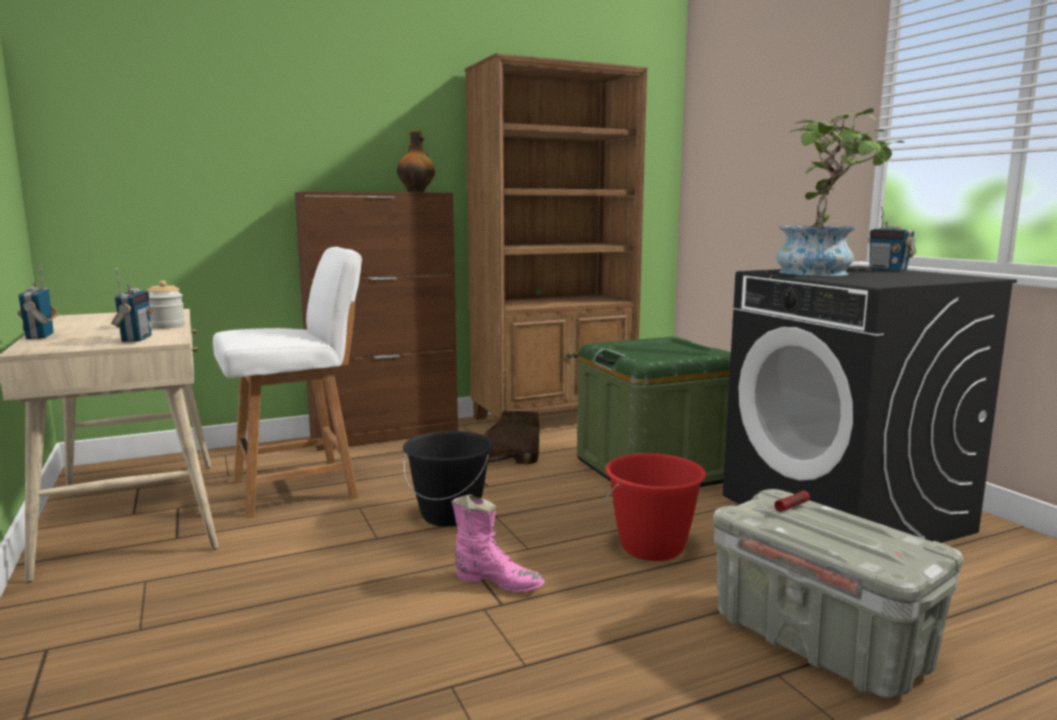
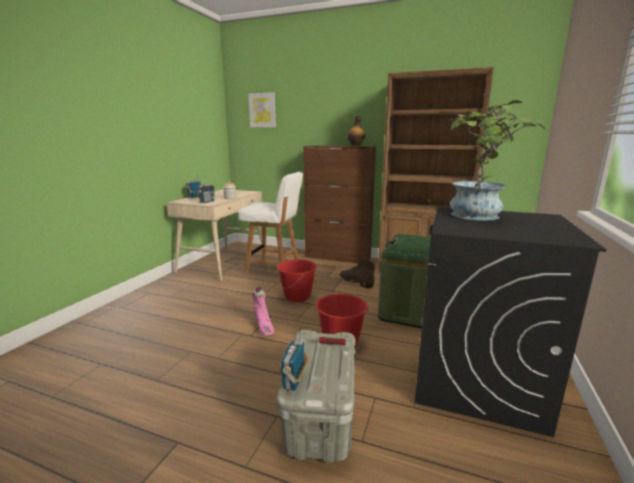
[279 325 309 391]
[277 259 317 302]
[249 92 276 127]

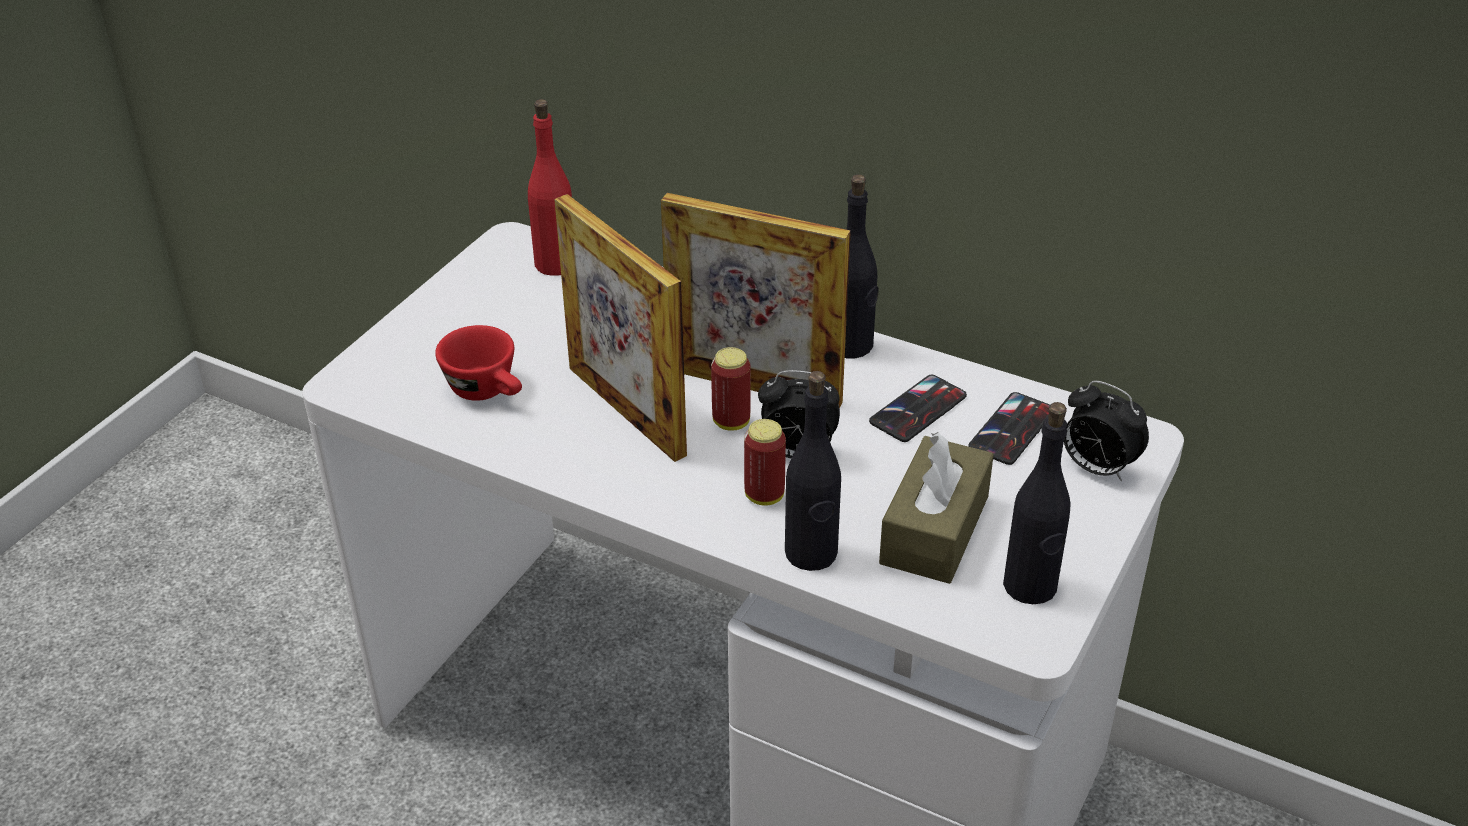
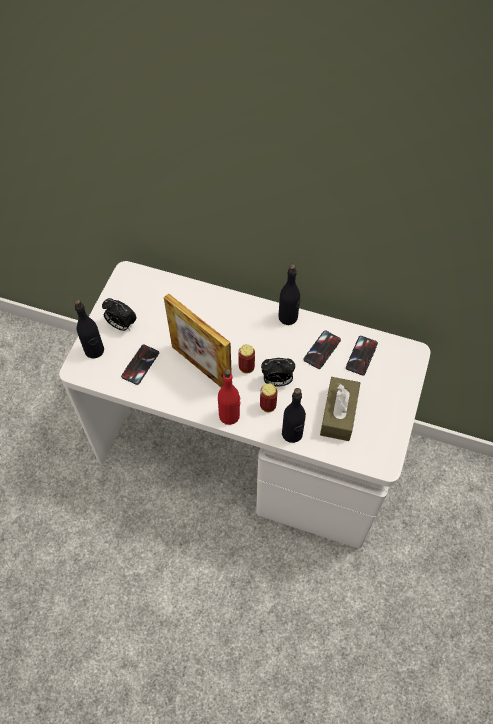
[218 369 240 425]
[661 193 851 408] (first image)
[121 345 159 385]
[102 298 137 331]
[74 299 104 358]

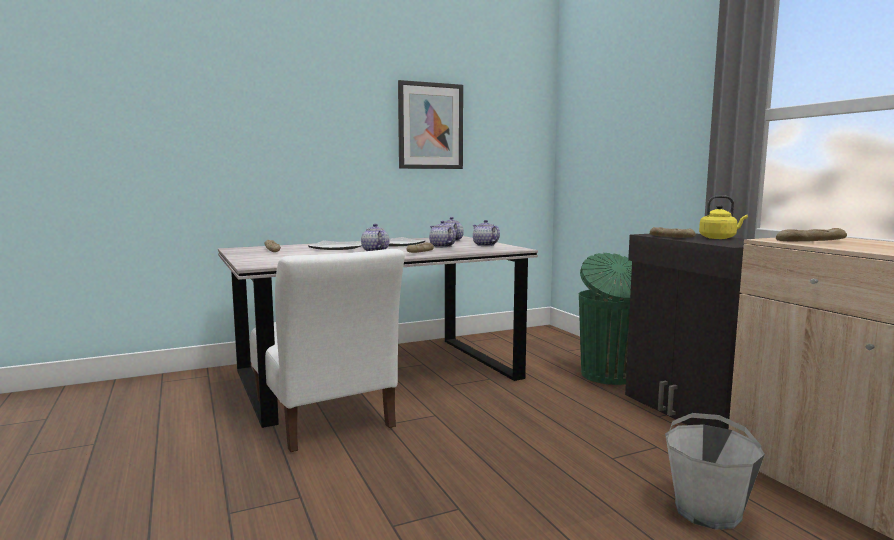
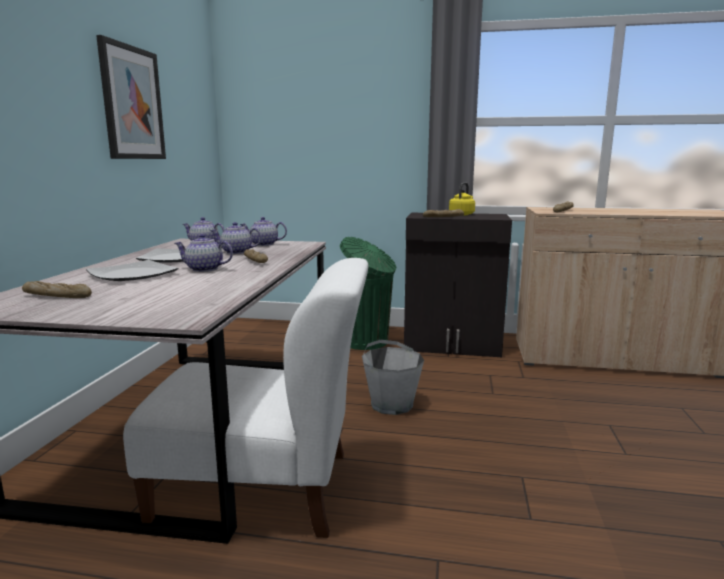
[362 340 424 415]

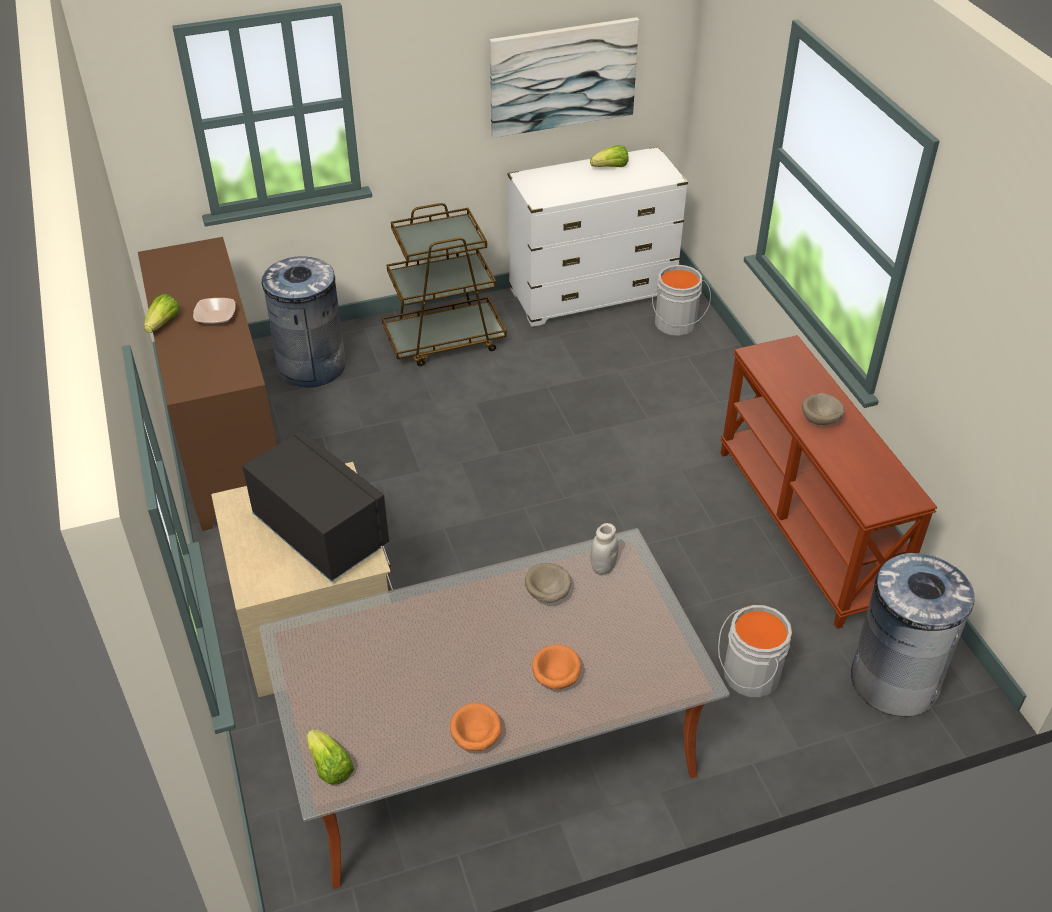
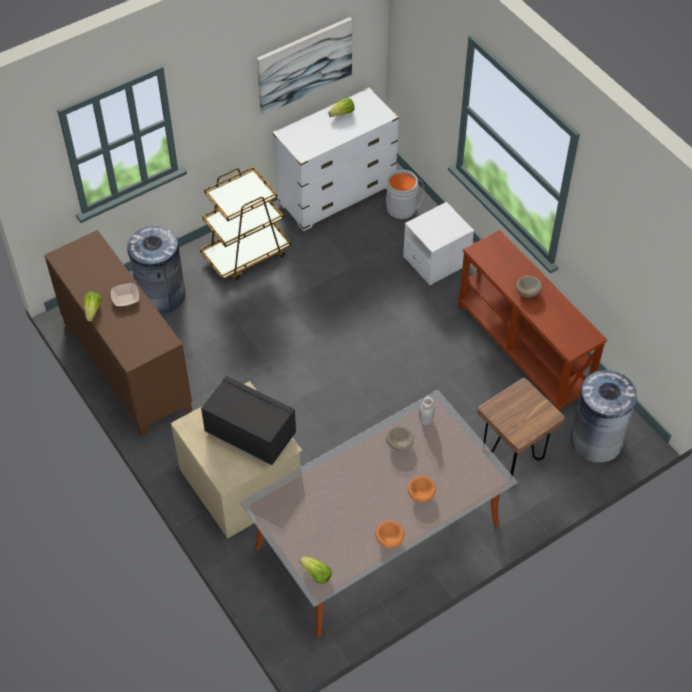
[477 378 565 476]
[403 202 474 286]

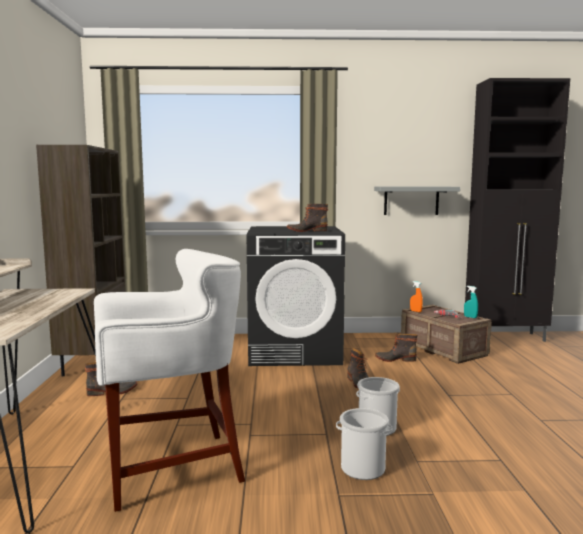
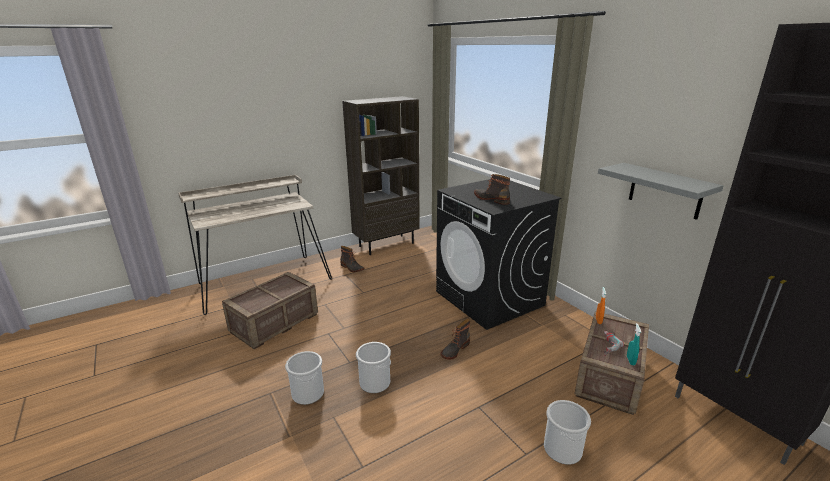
[222 272 318 349]
[375 334 417 362] (first image)
[544 400 591 465]

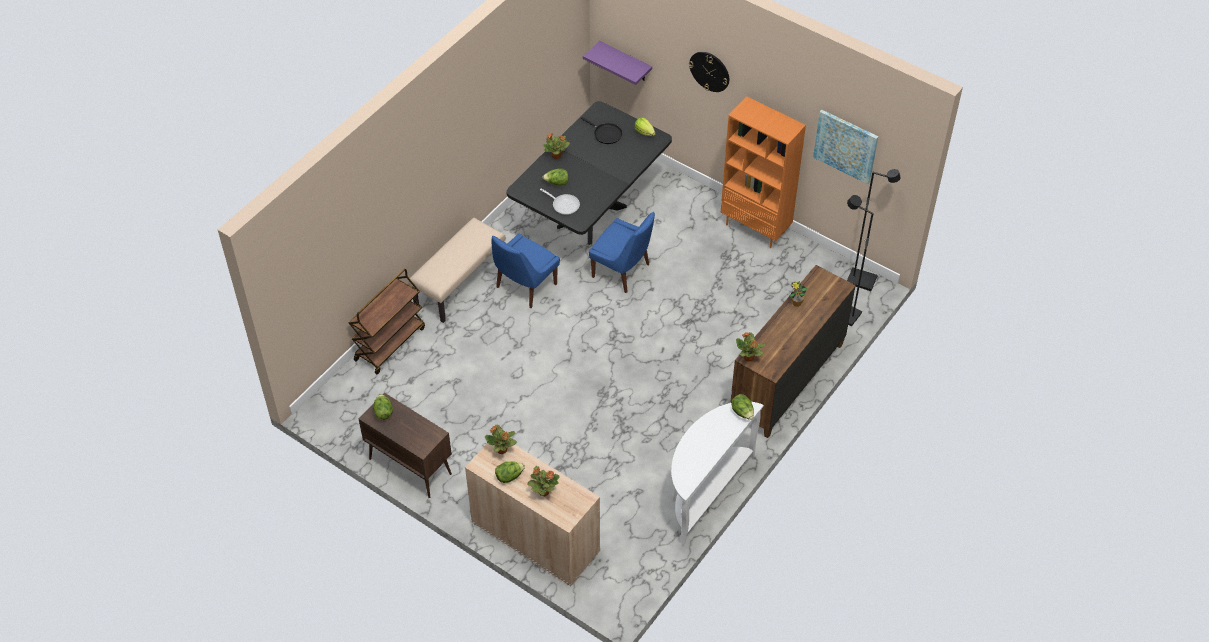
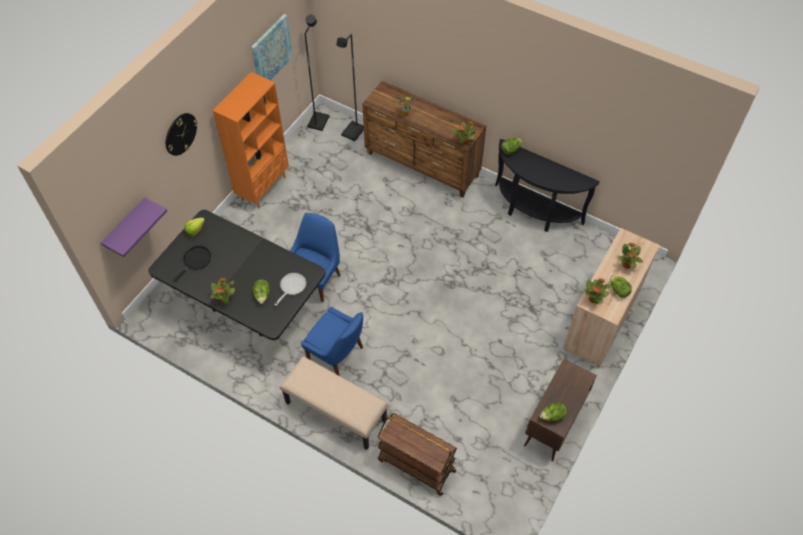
[495 139 600 232]

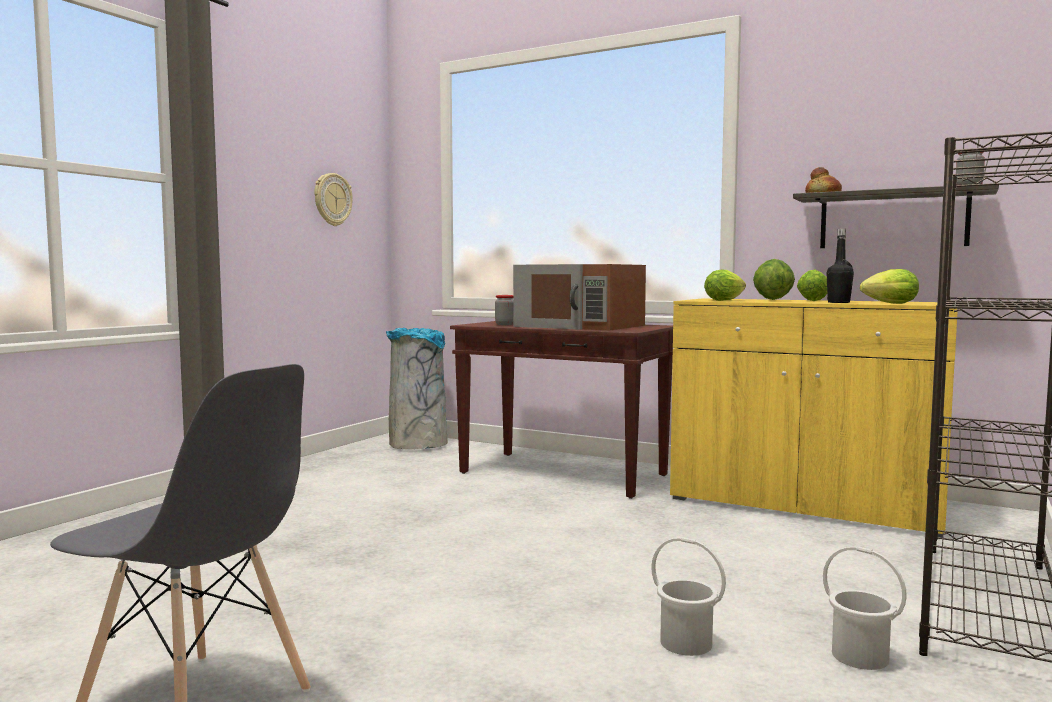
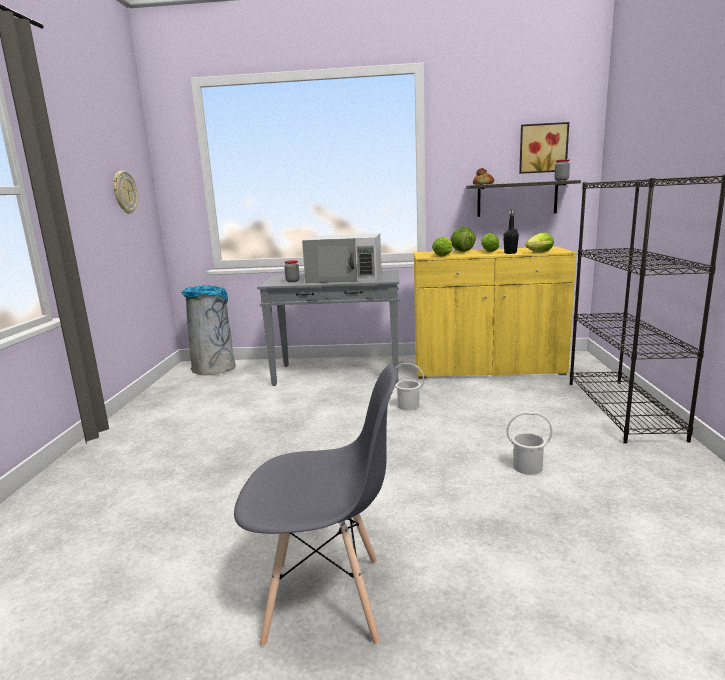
[302 233 382 283]
[257 270 399 386]
[395 363 424 411]
[519 122 569 174]

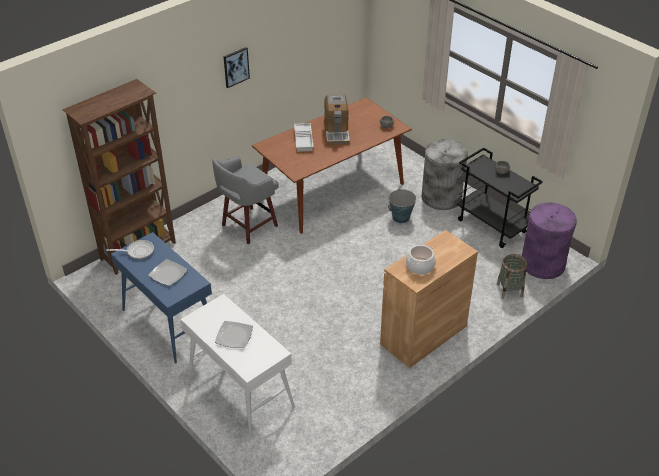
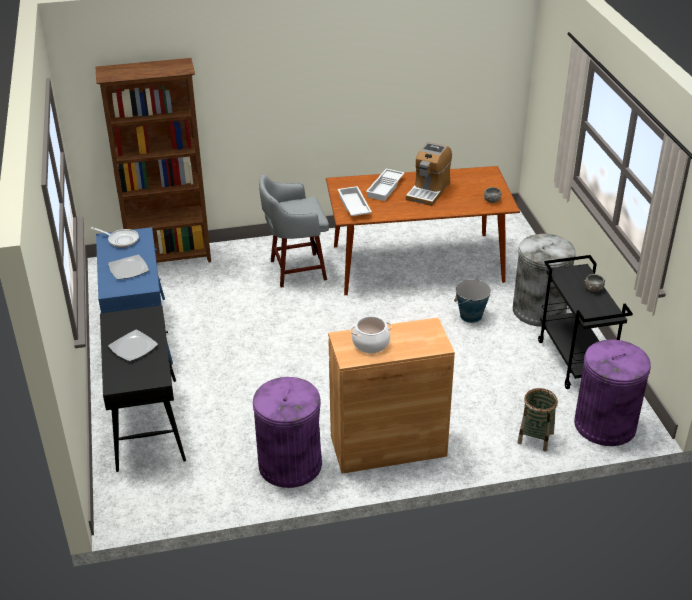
[223 47 250 88] (first image)
[100 305 186 472]
[338 186 372 216]
[253 377 322 488]

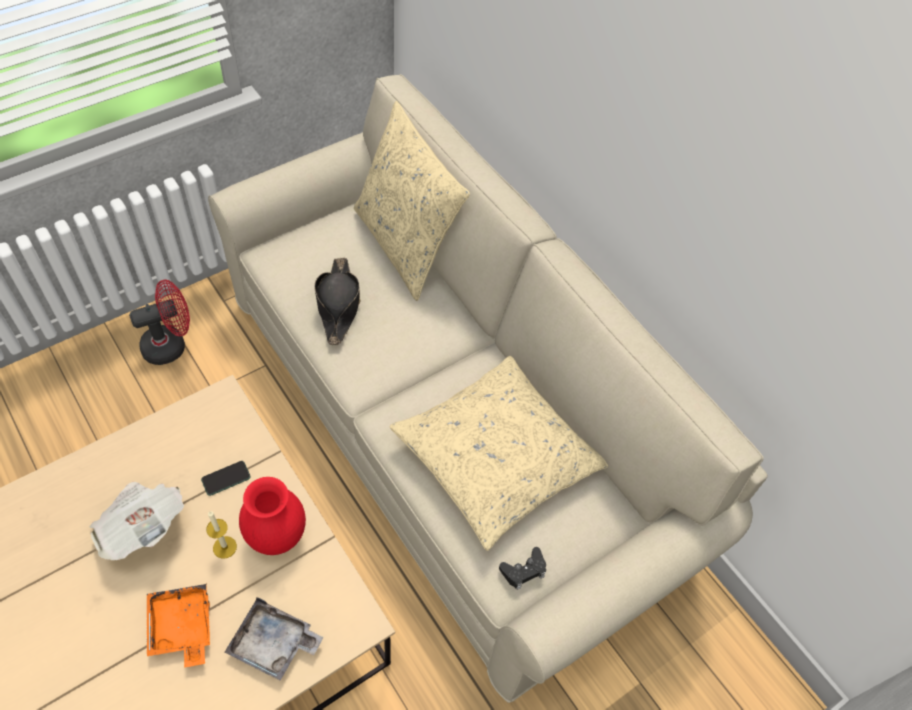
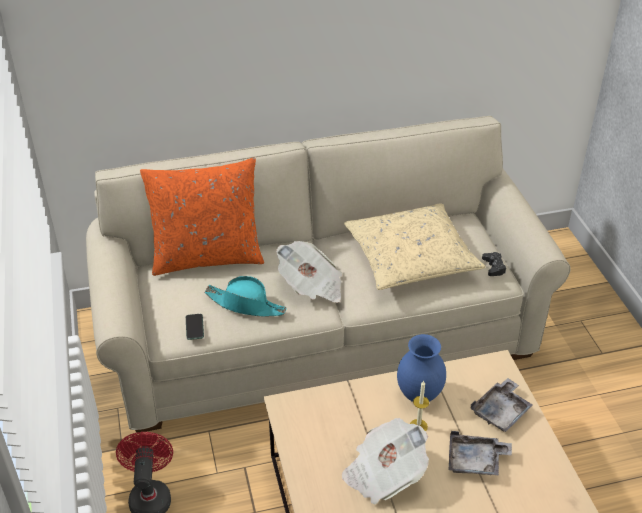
[140 158 264 276]
[205 276 286 317]
[186 314 204 340]
[397 334 446 402]
[449 431 512 475]
[276 241 342 303]

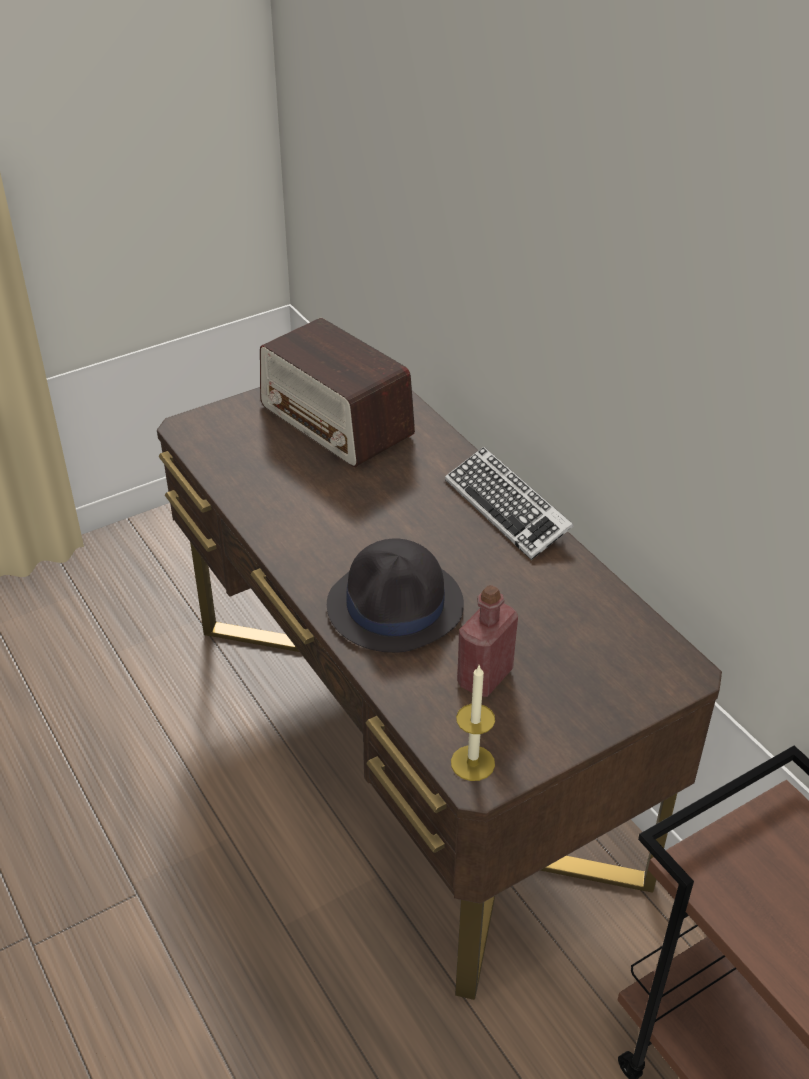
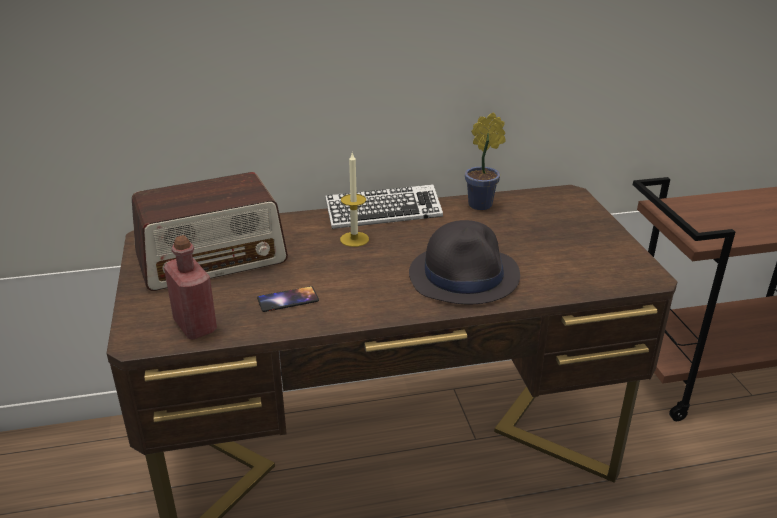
[164 235 217 339]
[340 153 369 247]
[465 112 506 210]
[257 286 319 312]

